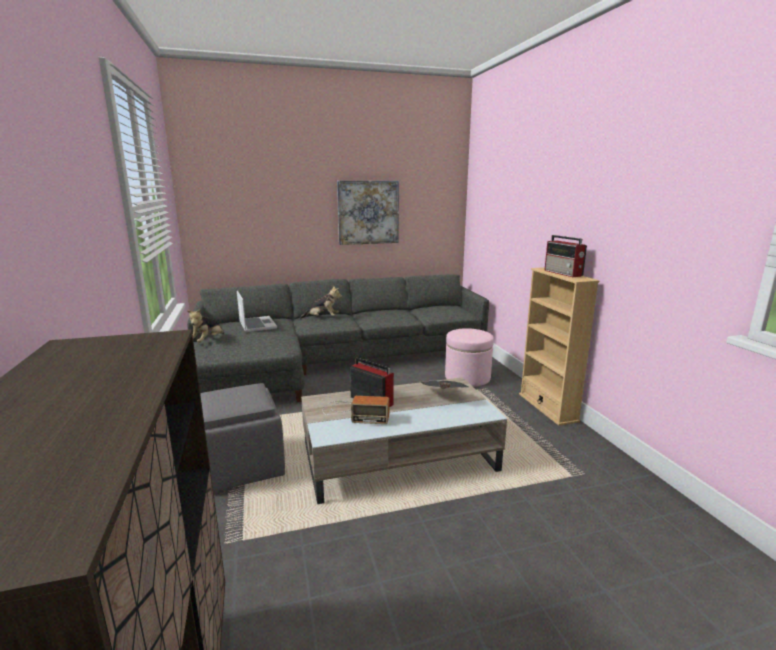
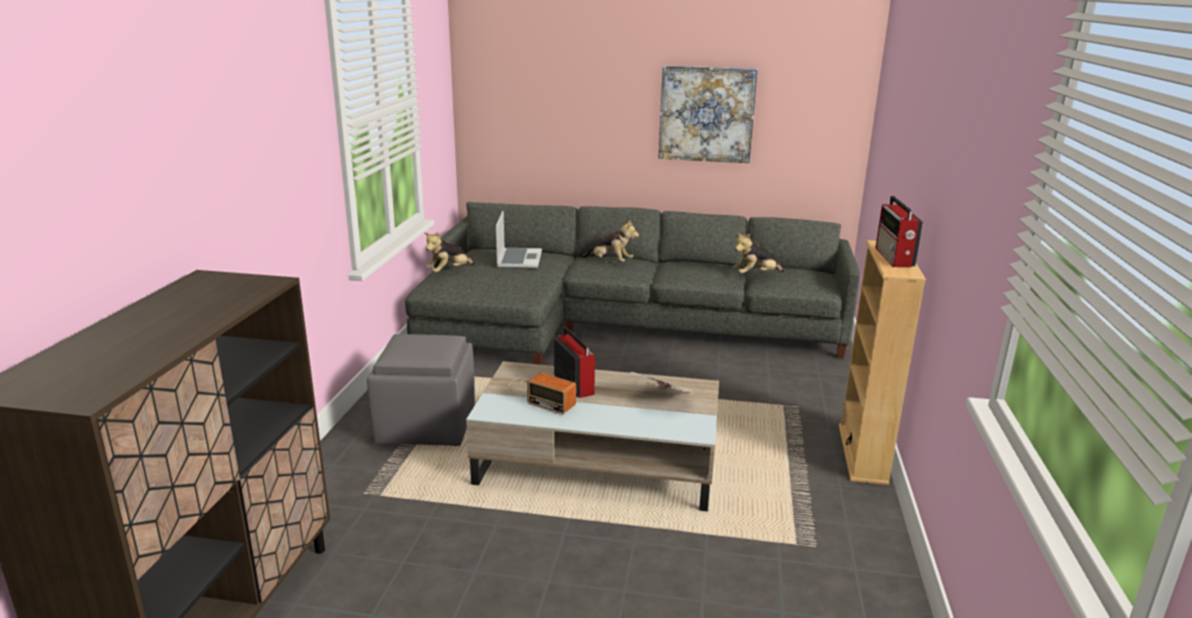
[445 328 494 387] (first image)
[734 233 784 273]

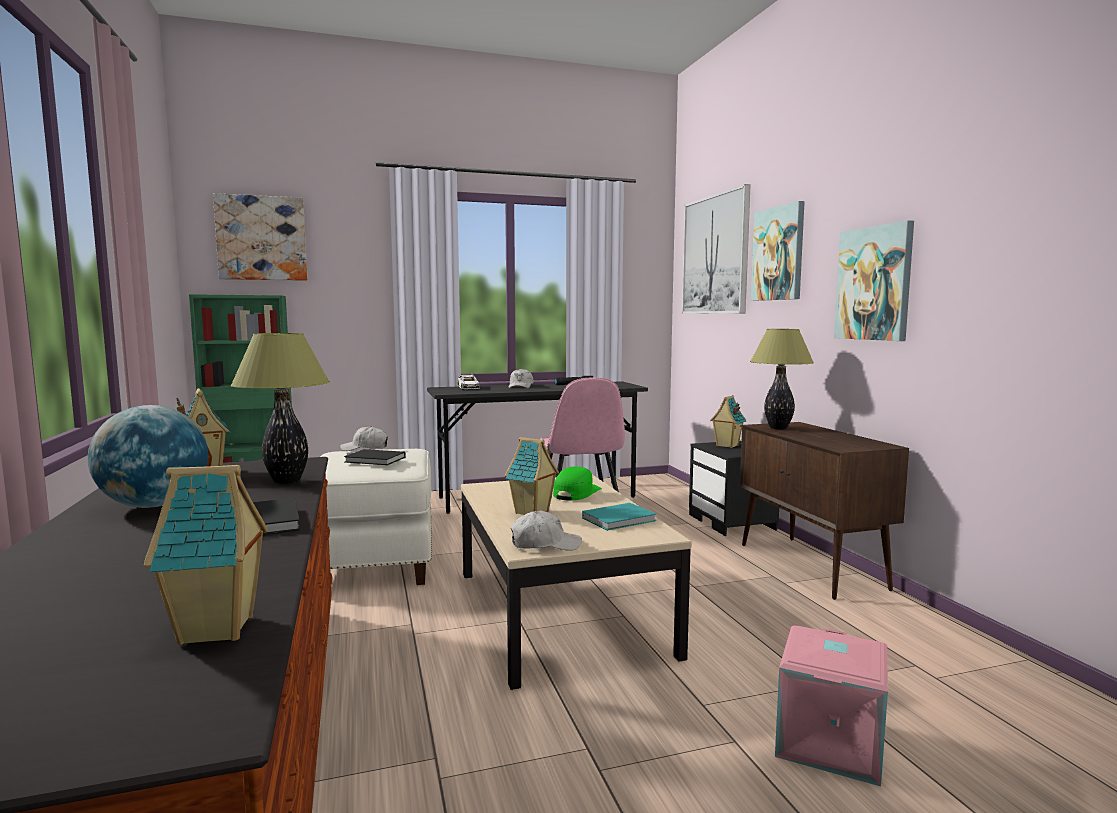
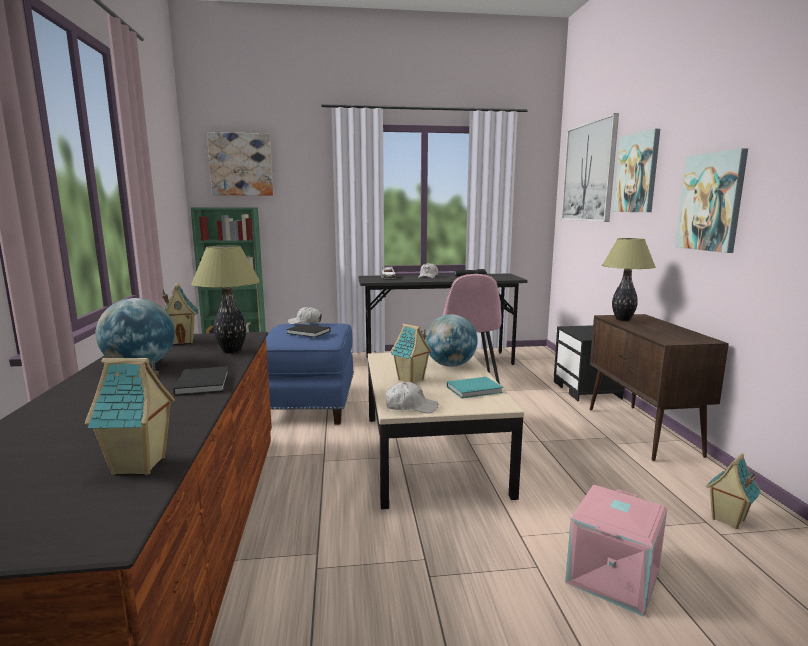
[706 453 761 529]
[266 323 354 424]
[425 314 478 367]

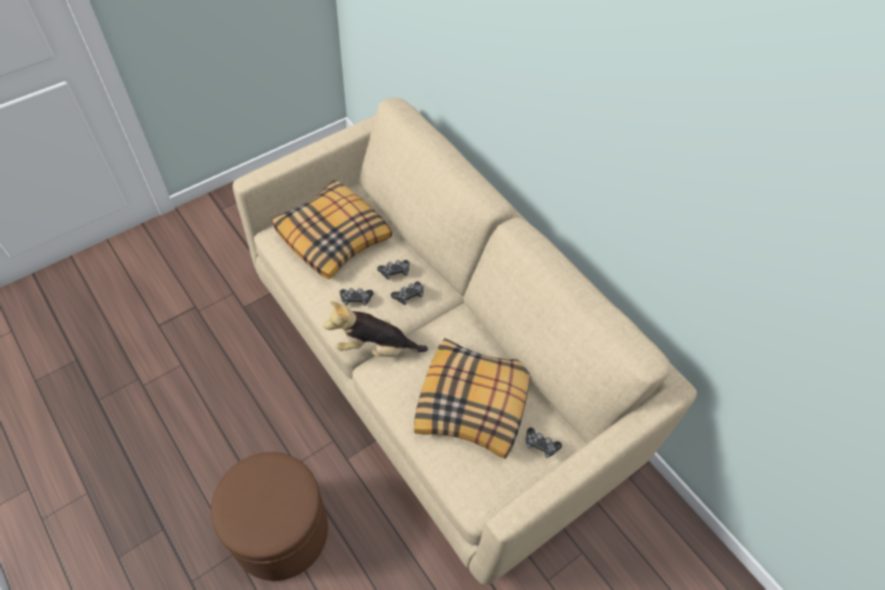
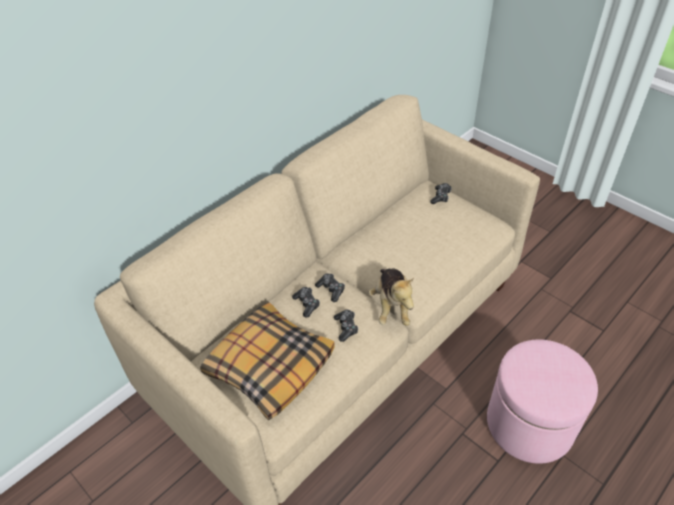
[414 338 530 459] (first image)
[487 339 598 464]

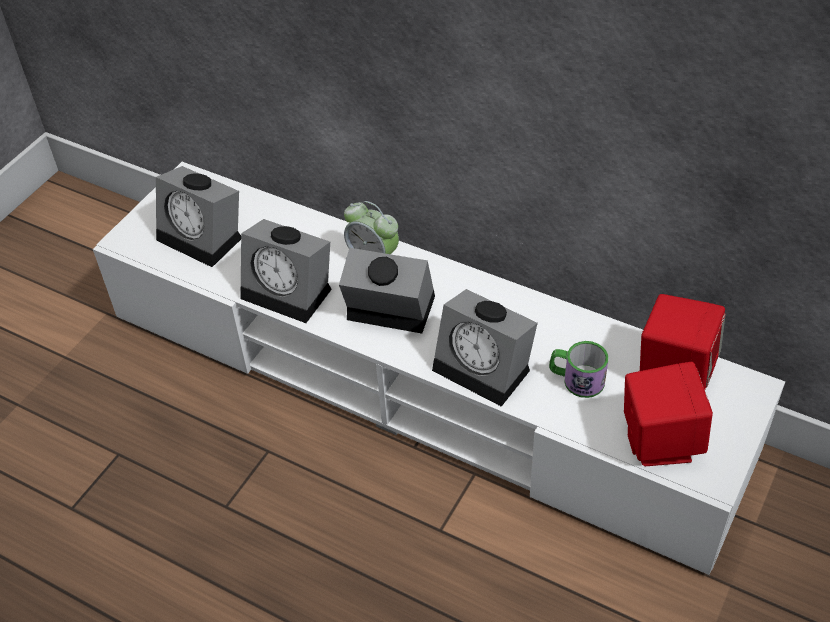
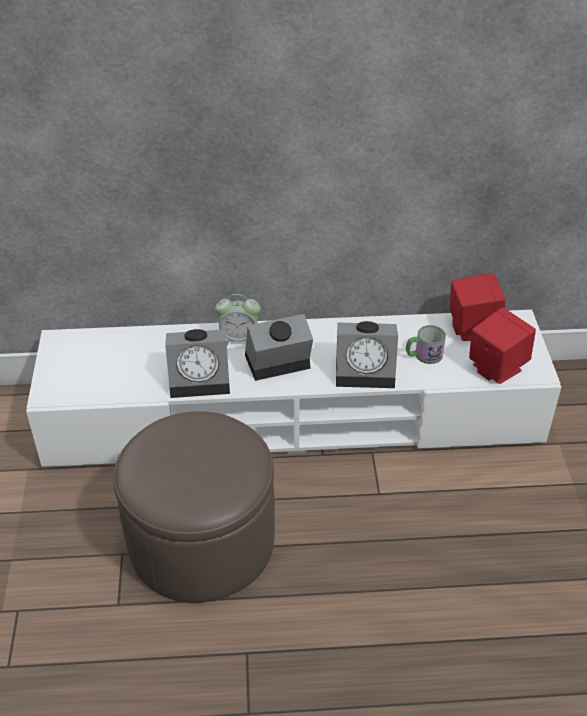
[156 166 241 267] (first image)
[113 412 275 603]

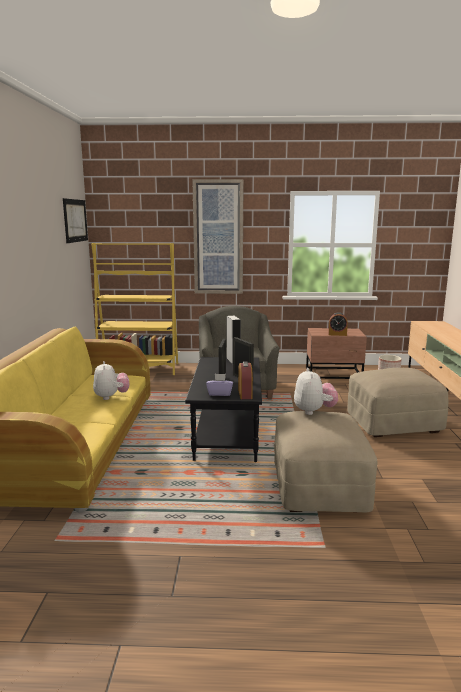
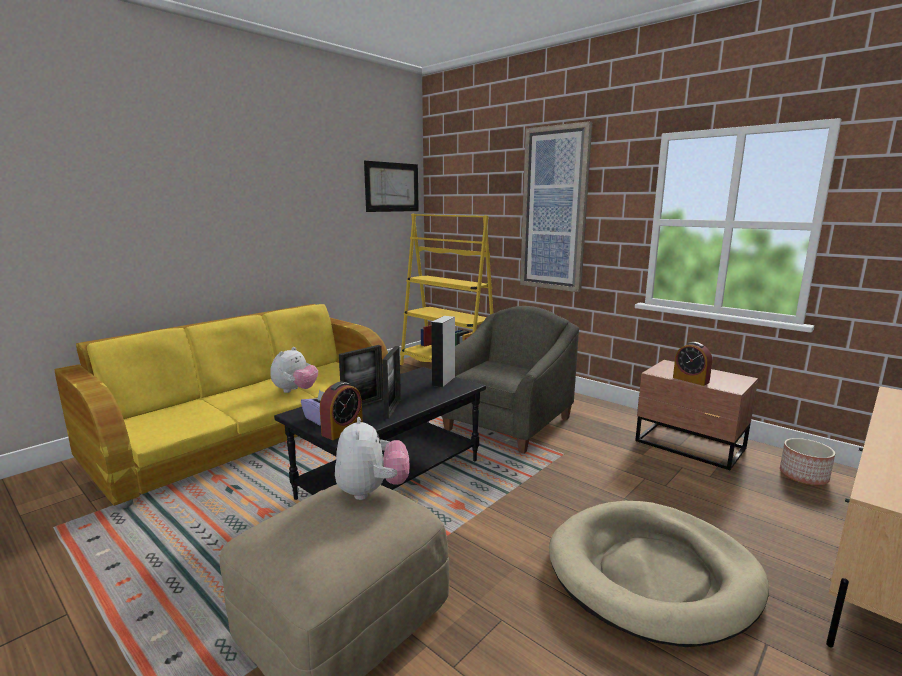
[335 417 409 500]
[549 501 769 647]

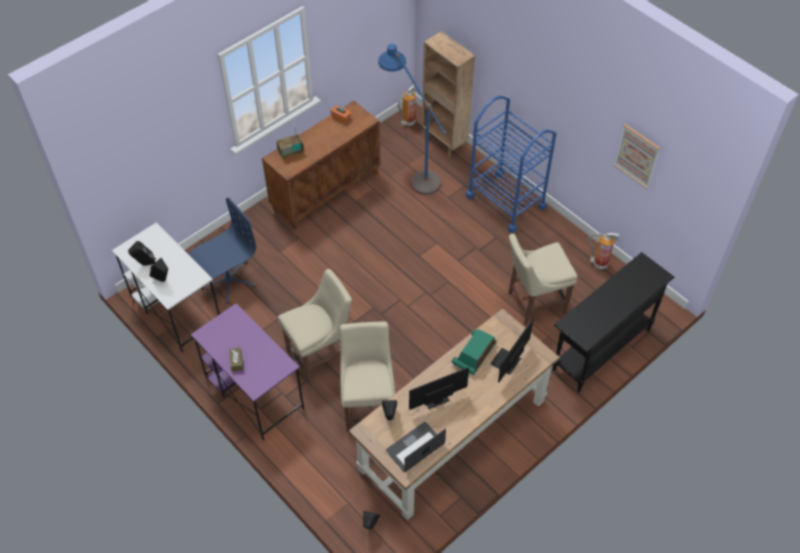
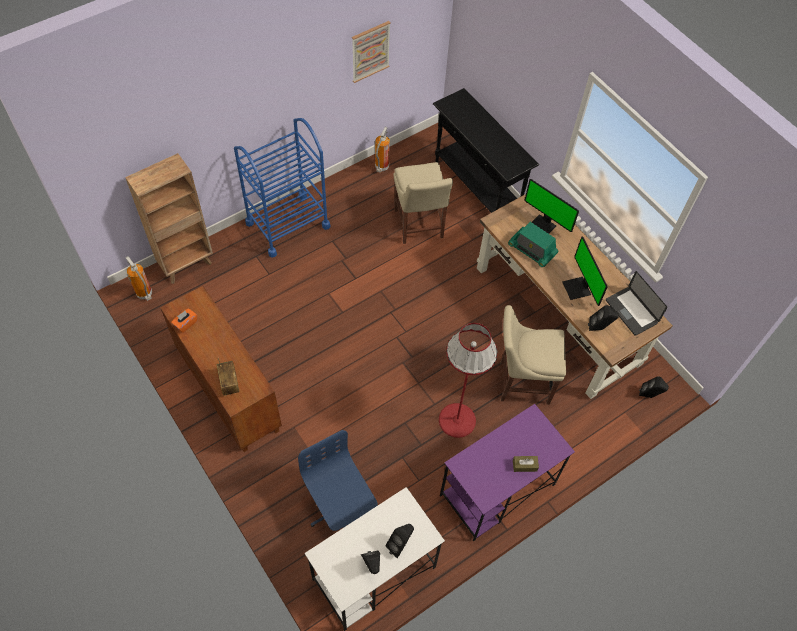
[378 44 446 195] (first image)
[439 323 498 438]

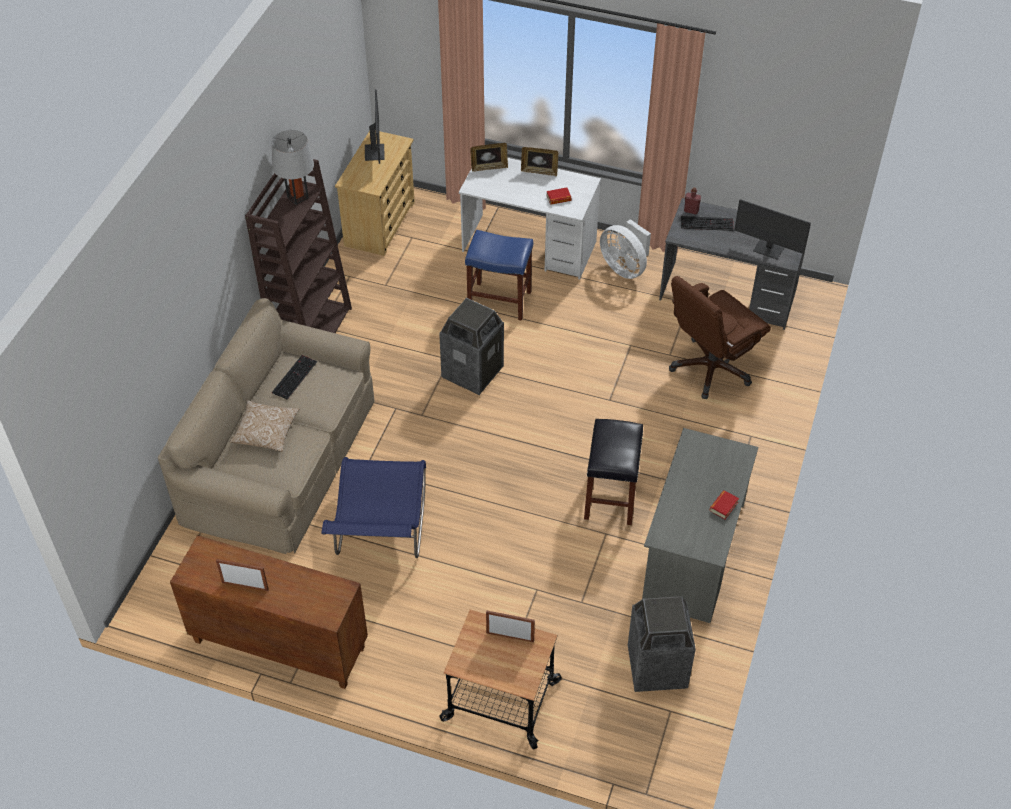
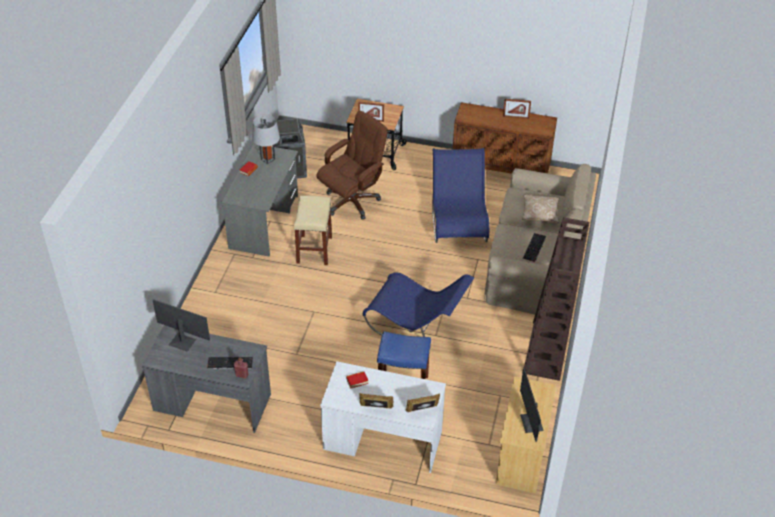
[252 114 280 164]
[600 219 651 279] (first image)
[316 111 388 220]
[363 272 474 337]
[294 196 332 265]

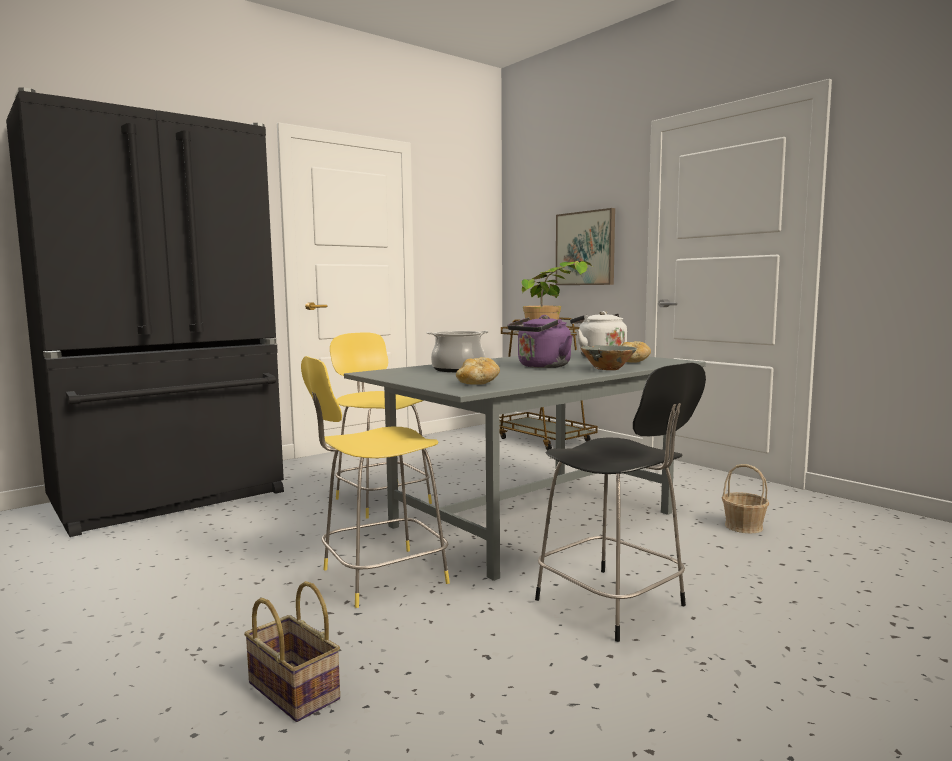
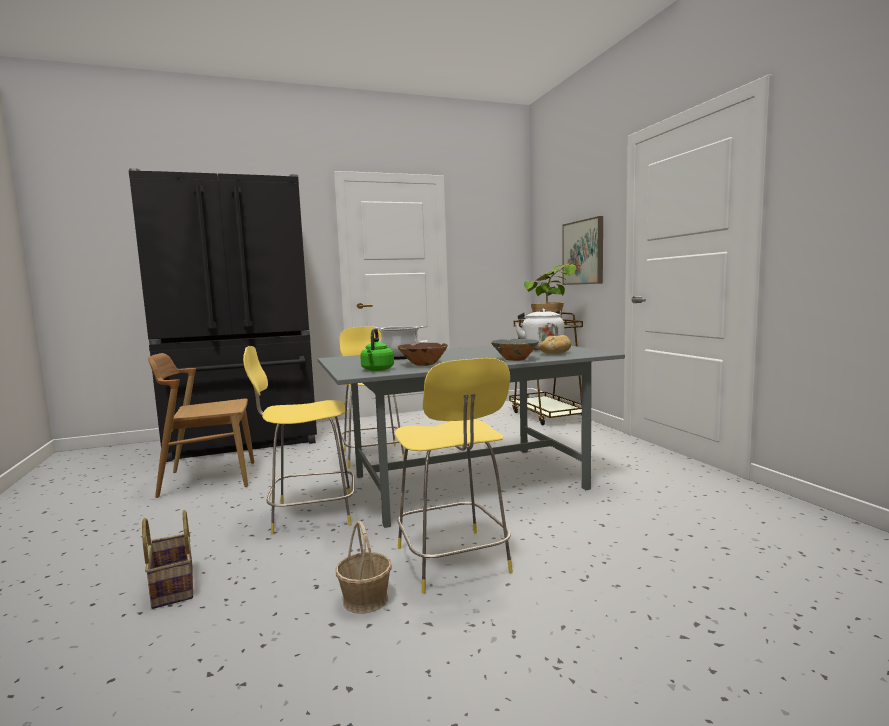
[508 315 573 368] (first image)
[360 328 394 371]
[395 358 513 593]
[336 521 392 614]
[398 343 448 366]
[148 353 255 498]

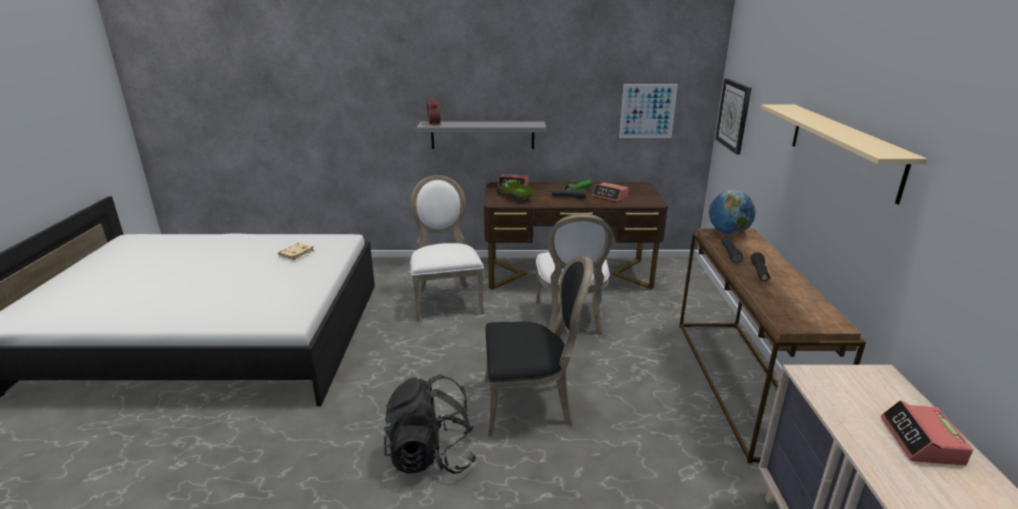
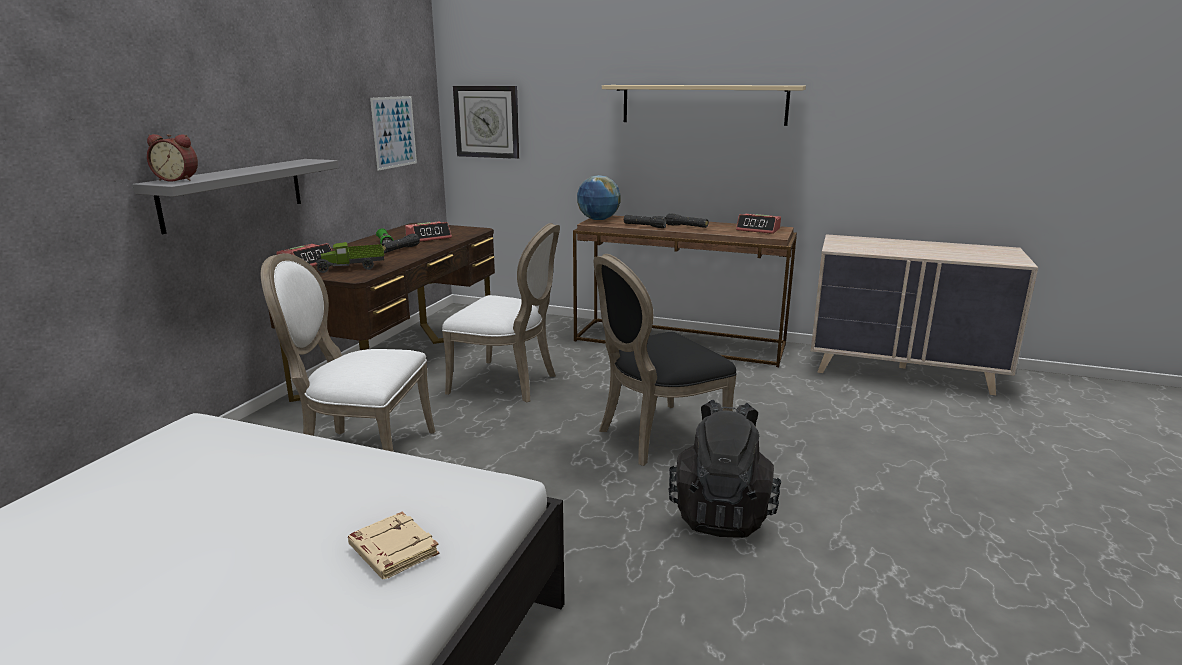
[348 512 439 579]
[594 254 737 466]
[736 214 781 234]

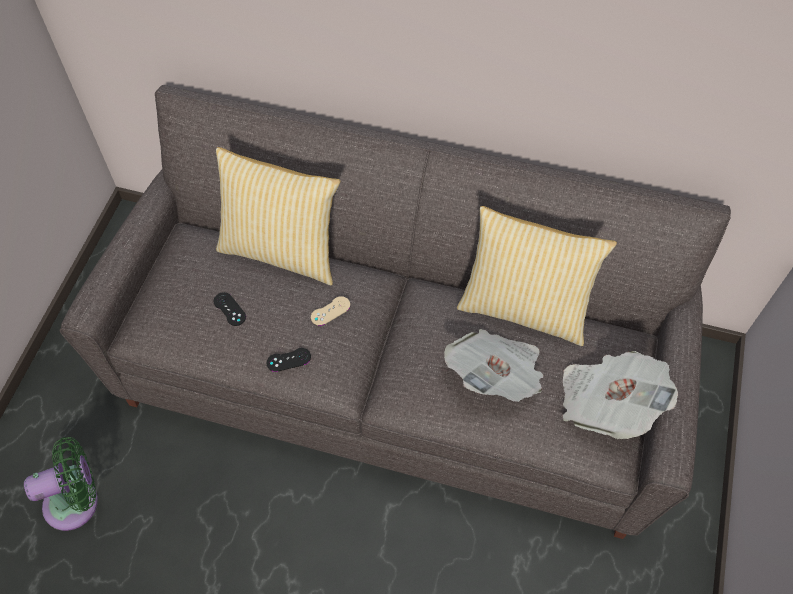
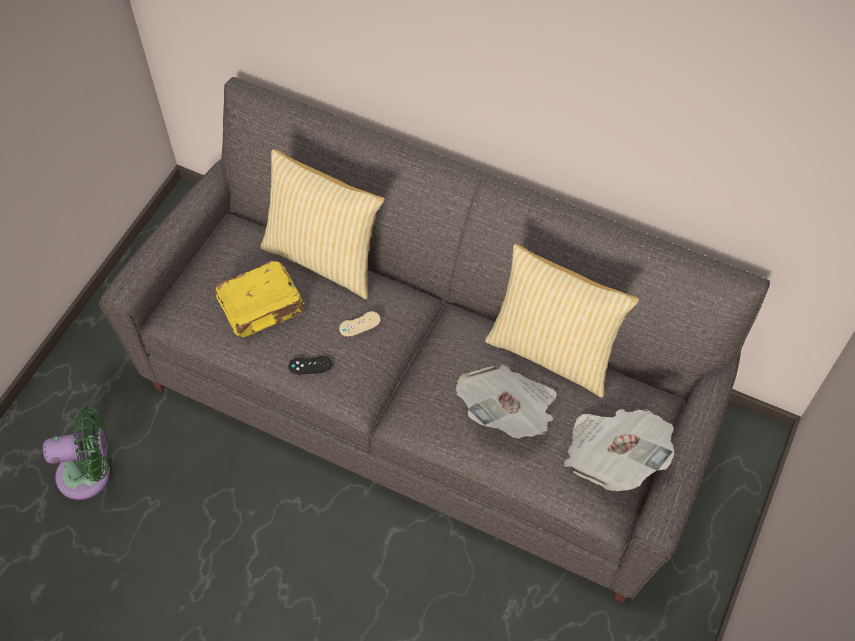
[214 261 304 338]

